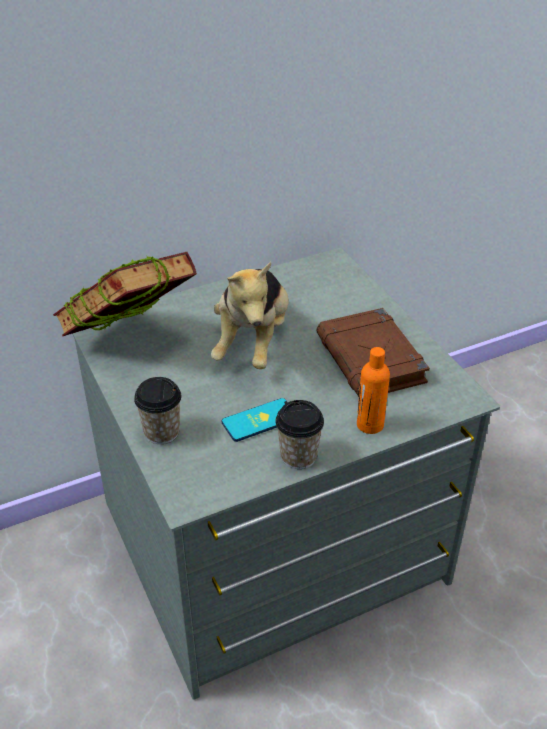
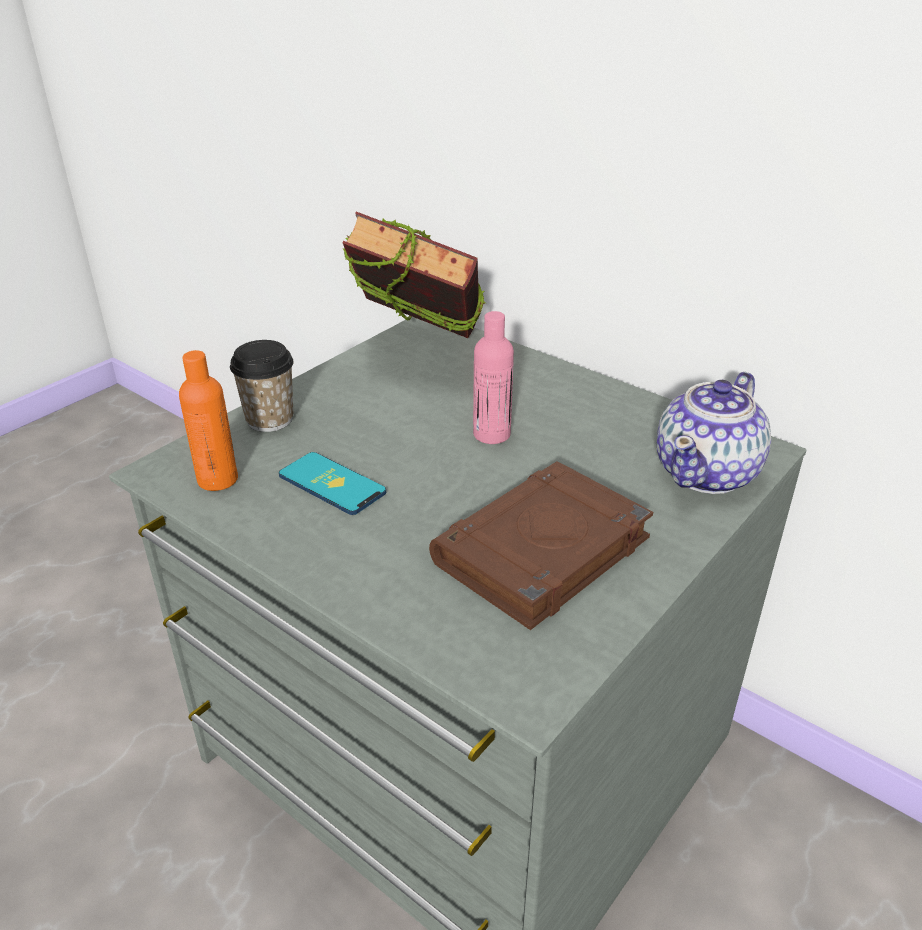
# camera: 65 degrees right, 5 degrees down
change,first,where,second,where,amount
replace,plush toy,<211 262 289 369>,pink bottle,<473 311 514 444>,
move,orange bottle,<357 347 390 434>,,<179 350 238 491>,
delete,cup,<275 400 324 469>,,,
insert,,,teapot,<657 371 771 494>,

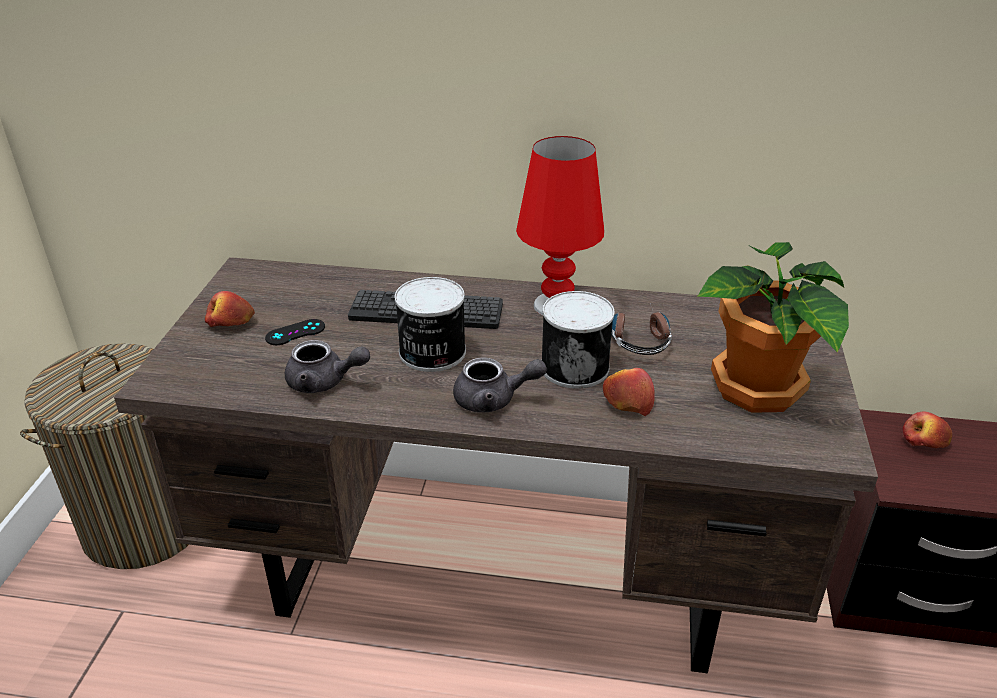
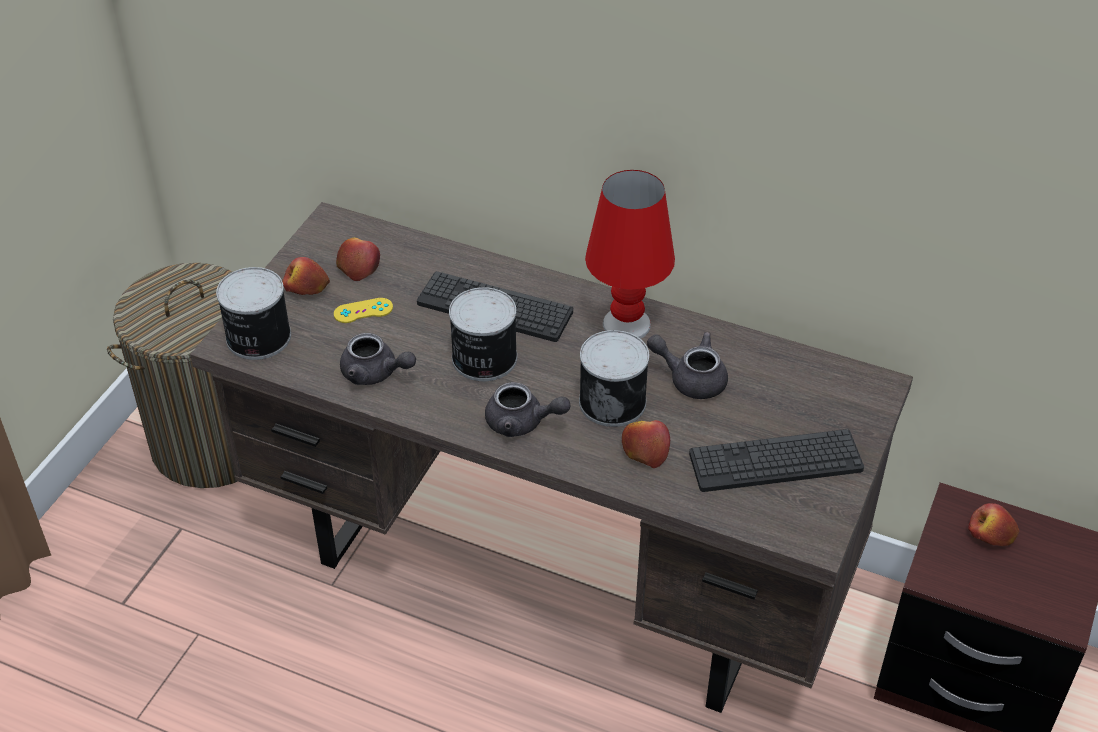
# camera: 15 degrees right, 10 degrees up
change,first,where,second,where,amount
replace,potted plant,<697 242 849 413>,keyboard,<689 429 864 492>,
replace,headphones,<611 304 672 355>,grey teapot,<647 332 728 399>,
recolor,black game controller,<265 319 325 345>,yellow game controller,<334 298 393 323>,
insert,,,apple,<336 238 380 281>,
insert,,,can,<216 267 291 360>,

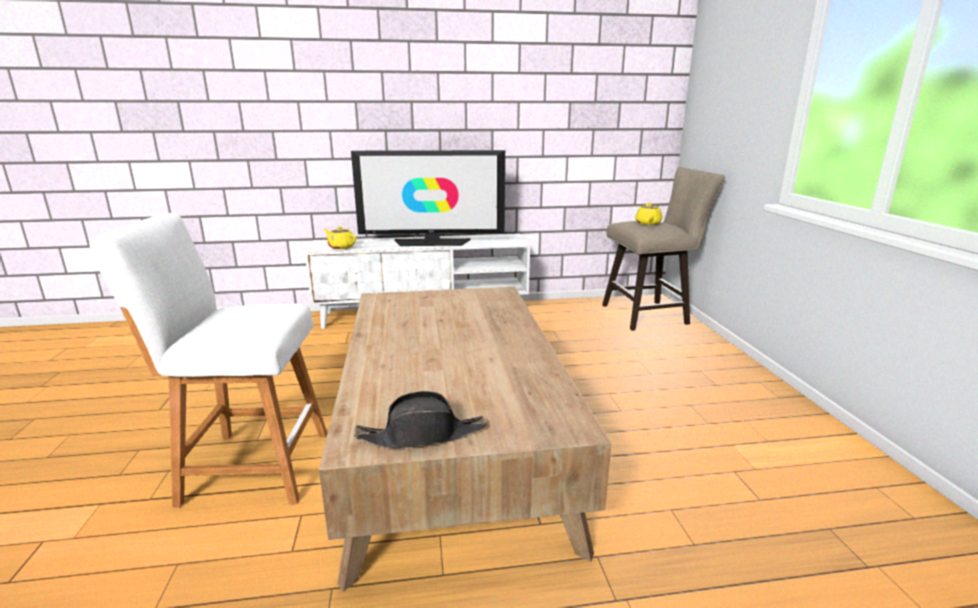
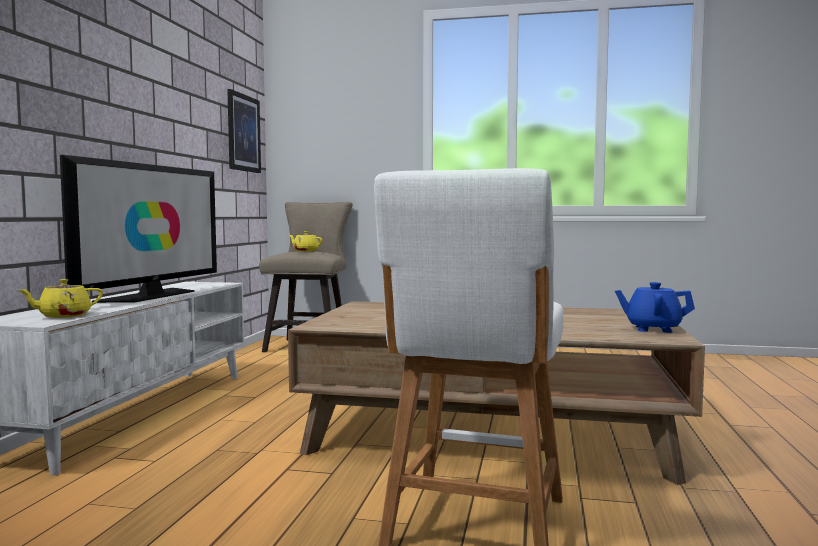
# camera: 70 degrees left, 15 degrees down
change,first,where,second,where,amount
replace,black hat,<354 391 487 449>,blue teapot,<615 282 695 333>,
insert,,,picture,<227 89 261 173>,

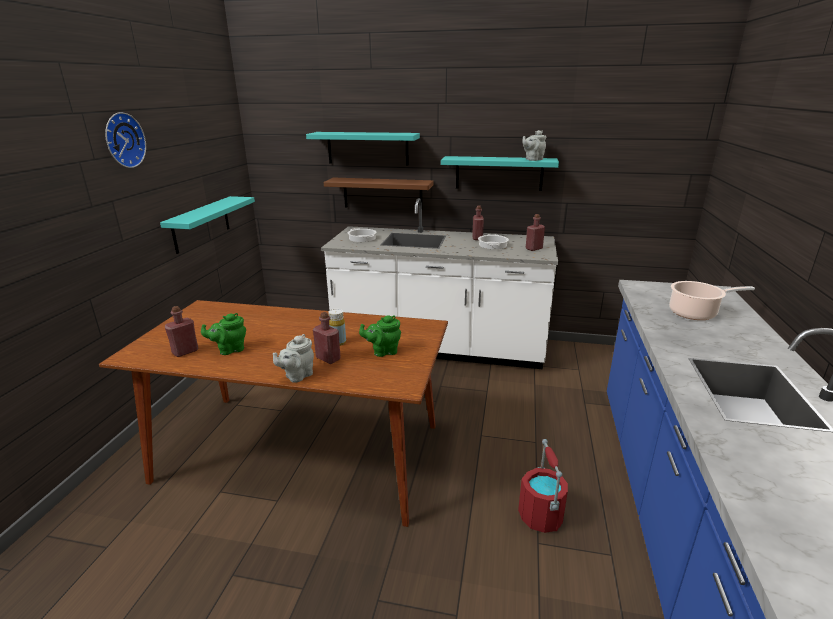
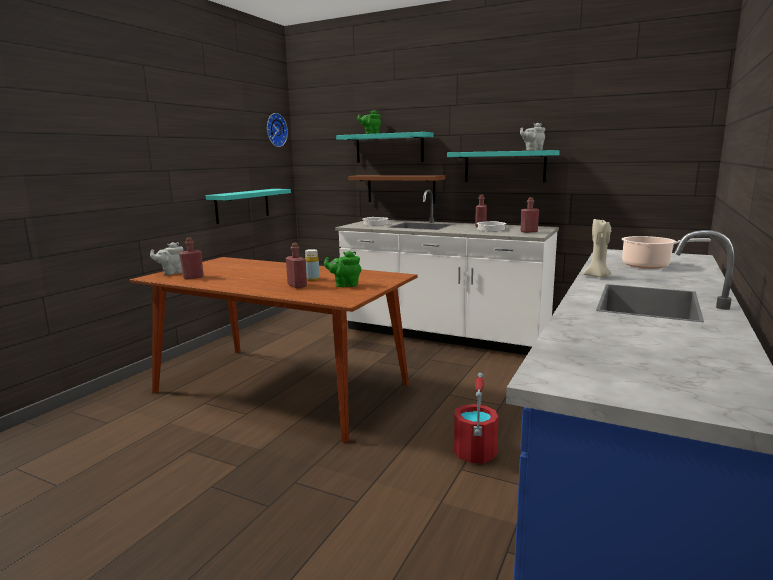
# camera: 15 degrees right, 10 degrees down
change,first,where,second,where,amount
move,wall clock,<105 112 146 168>,,<267 113 288 147>,
move,green teapot,<201 313 246 355>,,<357 110 381 134>,
move,grey teapot,<273 334 314 382>,,<150 242 183 275>,
insert,,,beige candle,<583 219 612 278>,

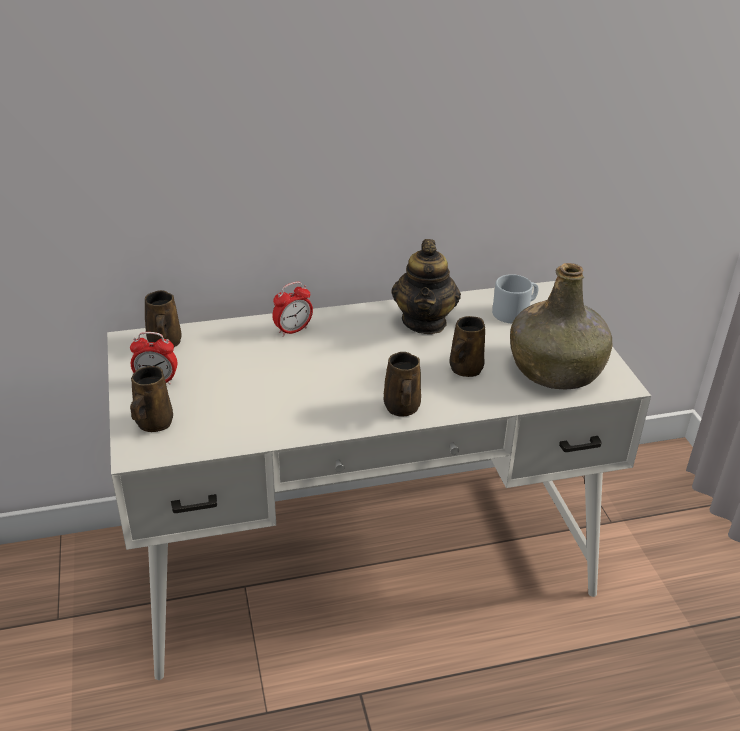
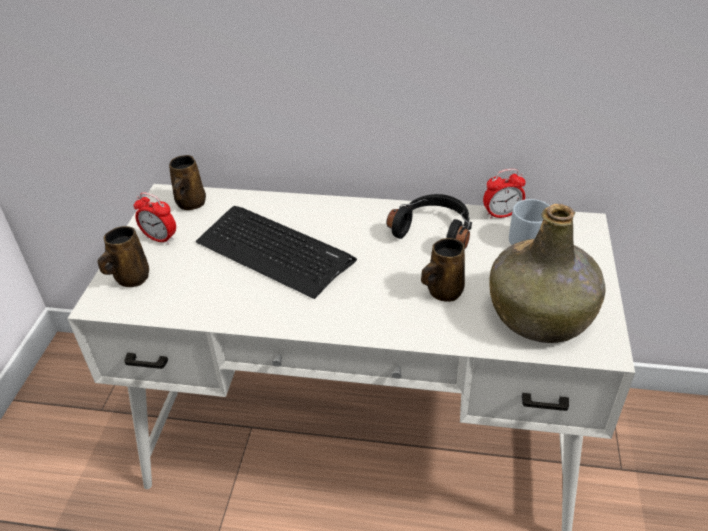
# camera: 25 degrees right, 5 degrees up
change,first,where,second,where,amount
replace,teapot,<391 239 461 334>,black headphones,<386 194 472 249>,
move,alarm clock,<272 282 313 337>,,<483 169 526 219>,
delete,brown mug,<384 352 421 416>,,,
insert,,,keyboard,<196 206 357 299>,

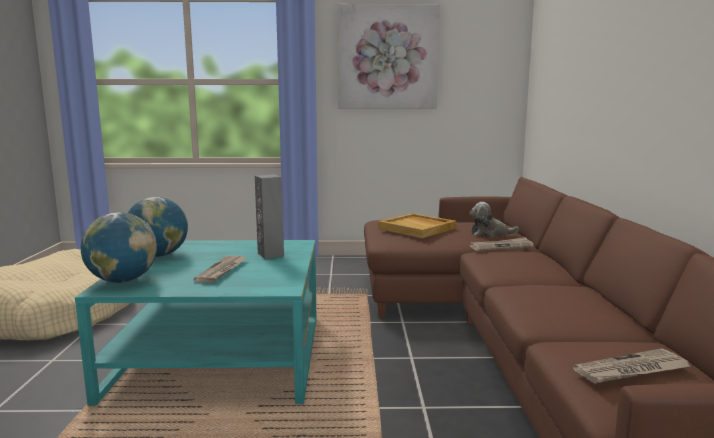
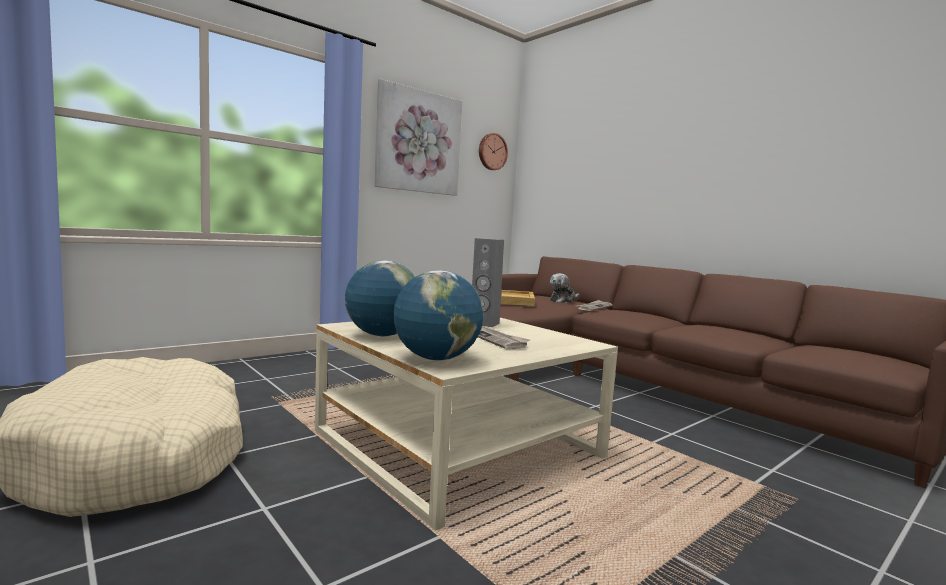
# camera: 40 degrees left, 5 degrees down
change,first,where,second,where,amount
recolor,turquoise coffee table,<75 240 317 406>,beige coffee table,<315 318 618 531>,
delete,newspaper,<573 348 691 384>,,,
insert,,,wall clock,<479 133 508 170>,

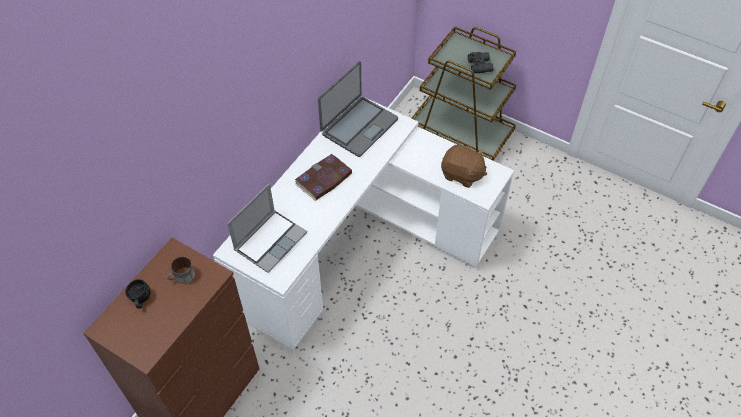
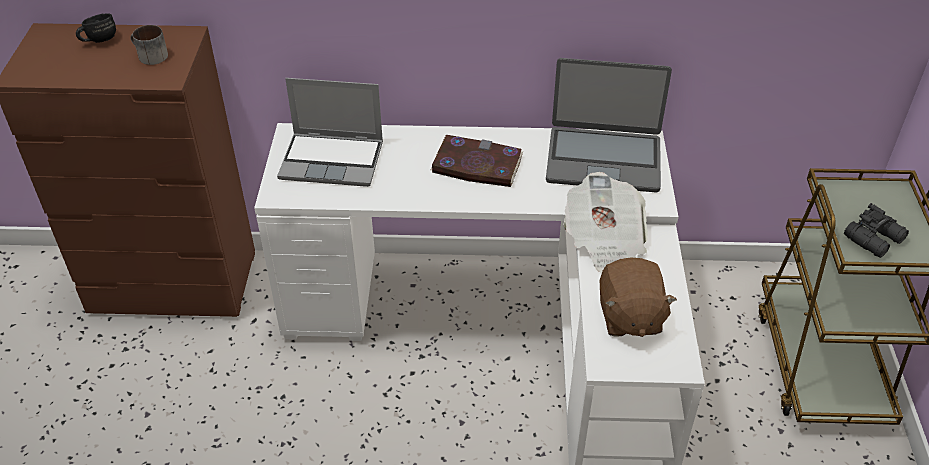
# camera: 60 degrees right, 10 degrees down
change,first,where,second,where,amount
insert,,,newspaper,<563 172 648 273>,

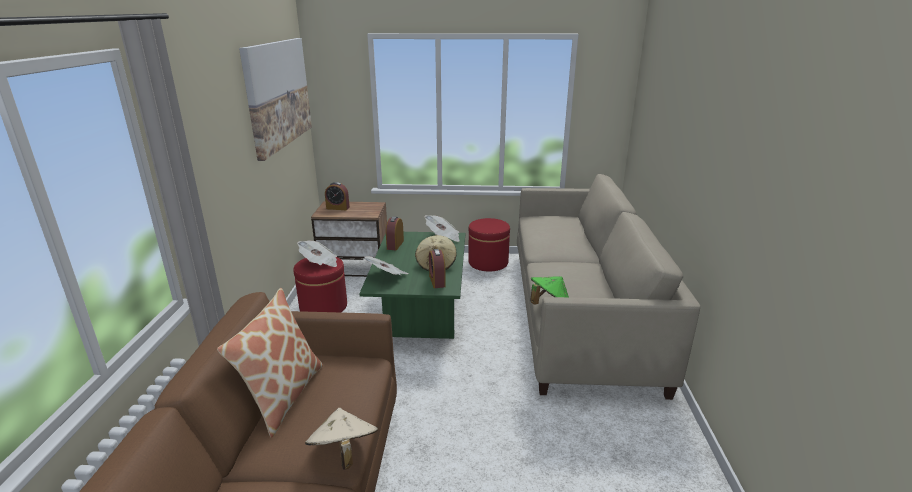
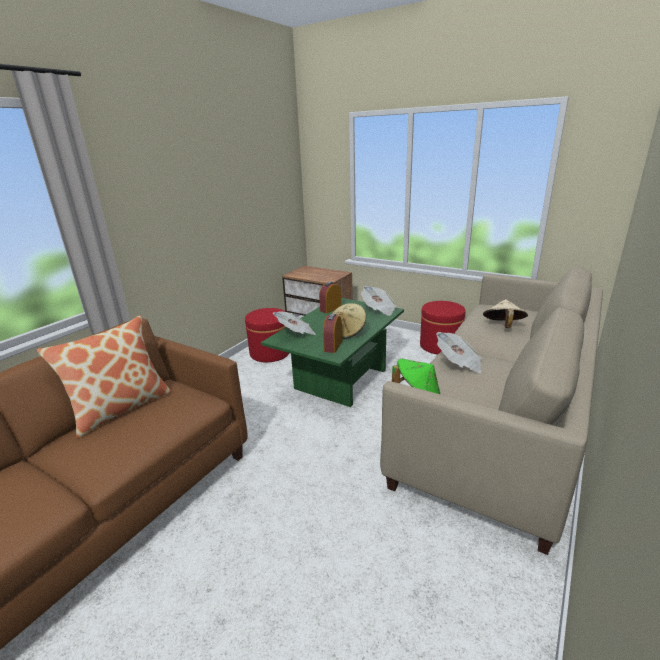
# camera: 30 degrees right, 0 degrees up
change,first,where,second,where,amount
delete,picture,<239 38 312 161>,,,
delete,alarm clock,<325 182 350 210>,,,
move,newspaper,<297 241 337 267>,,<436 332 482 373>,
move,beige hat,<305 408 378 470>,,<483 299 528 328>,

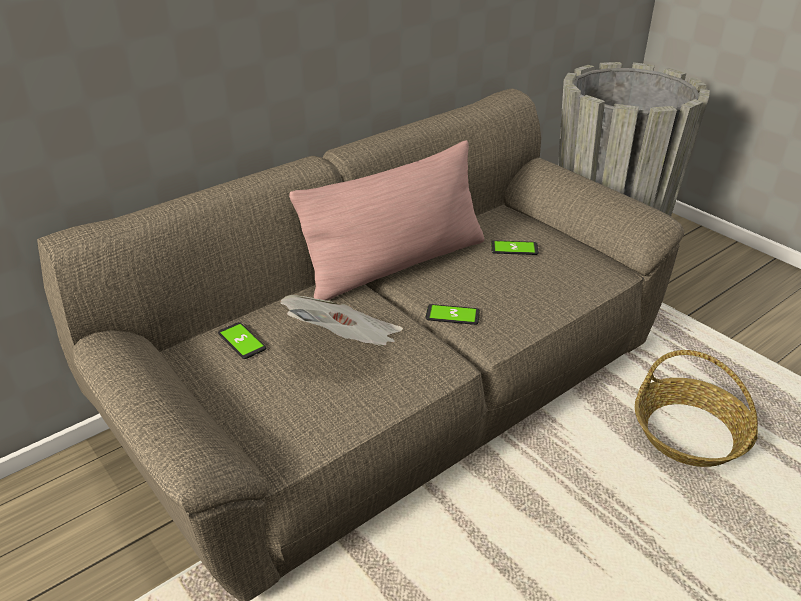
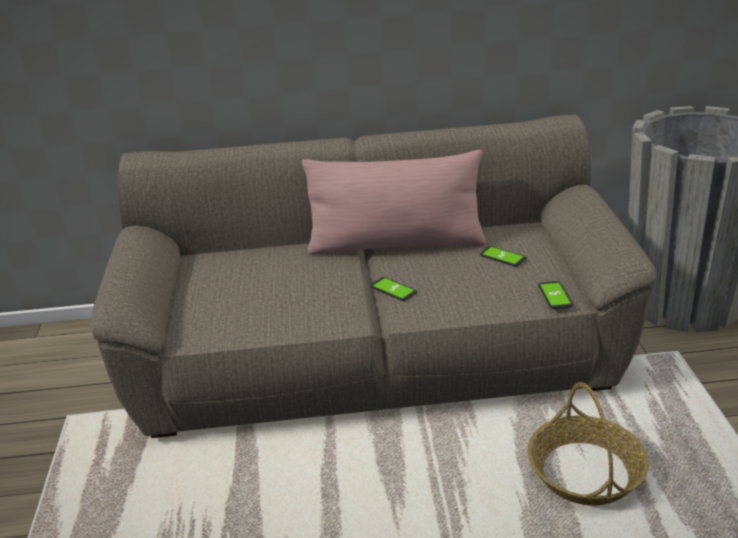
# camera: 35 degrees right, 5 degrees down
change,first,where,second,where,amount
delete,newspaper,<280 295 403 346>,,,
move,phone,<218 322 266 359>,,<538 281 573 309>,

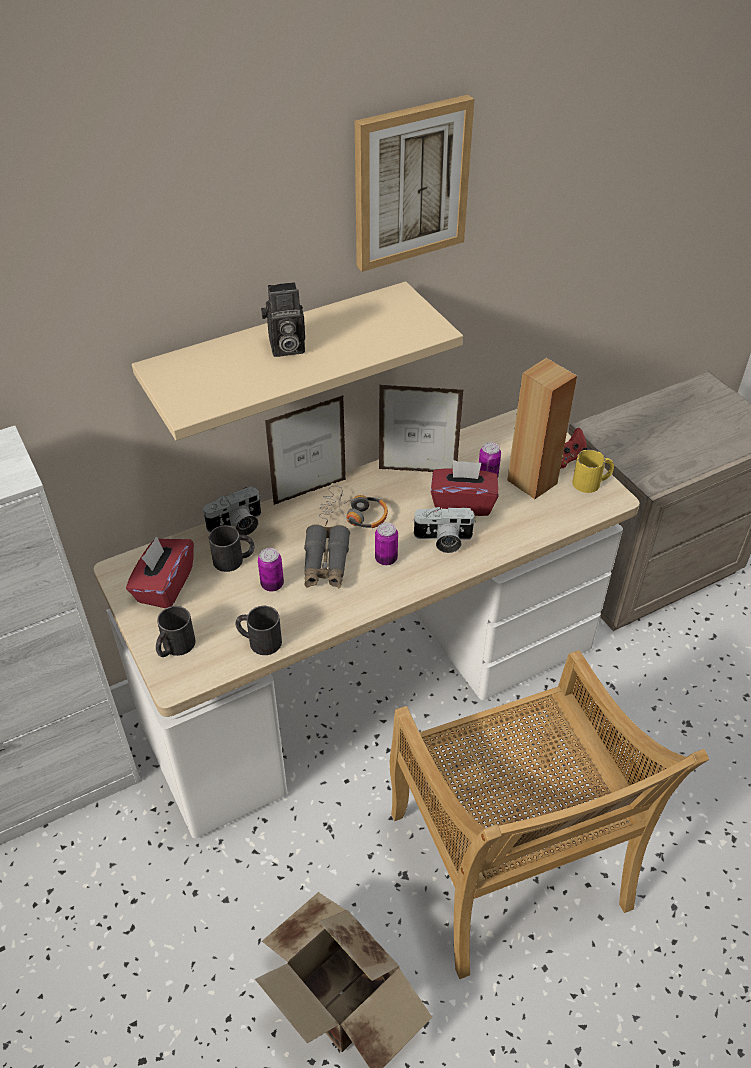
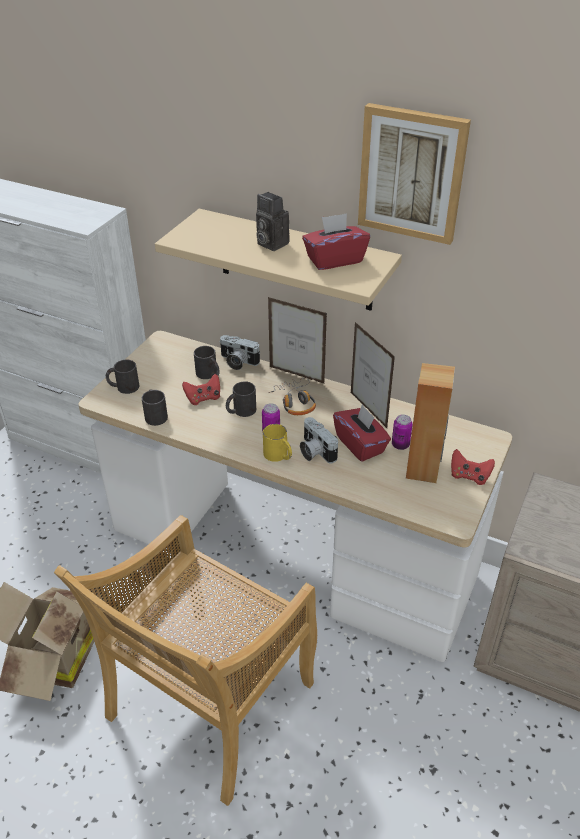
# camera: 55 degrees right, 5 degrees down
change,first,where,second,where,amount
move,yellow mug,<572 449 614 493>,,<263 424 292 462>,
replace,grey binoculars,<304 524 350 588>,black mug,<226 381 256 417>,
move,red tissue box,<126 536 194 608>,,<302 213 370 270>,
replace,can,<258 548 284 591>,red game controller,<182 374 220 405>,

